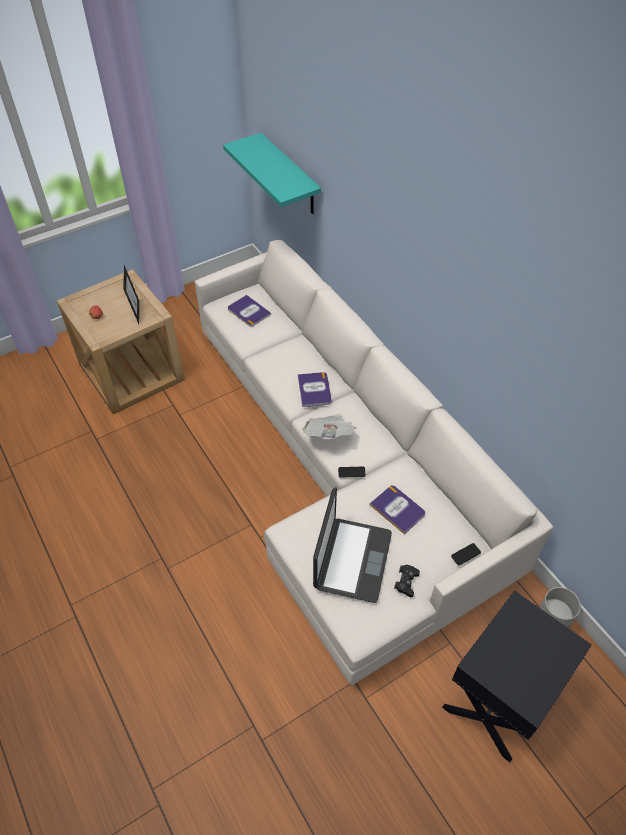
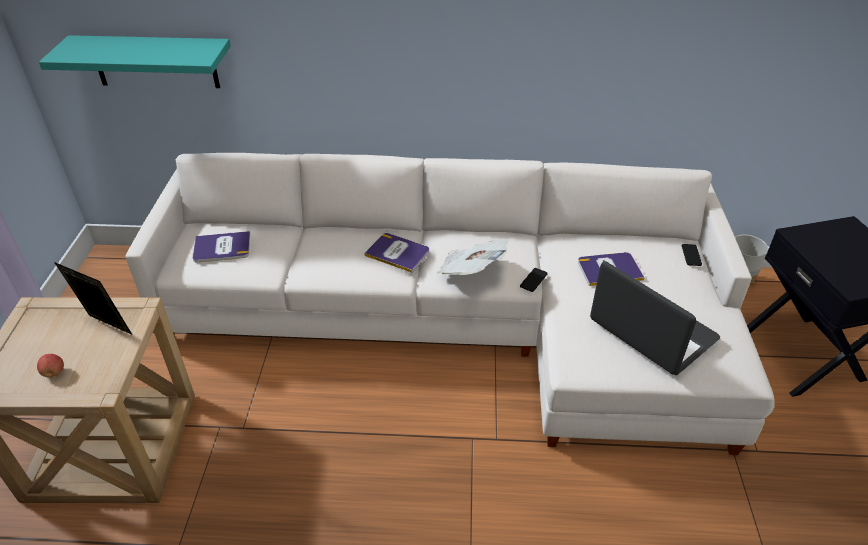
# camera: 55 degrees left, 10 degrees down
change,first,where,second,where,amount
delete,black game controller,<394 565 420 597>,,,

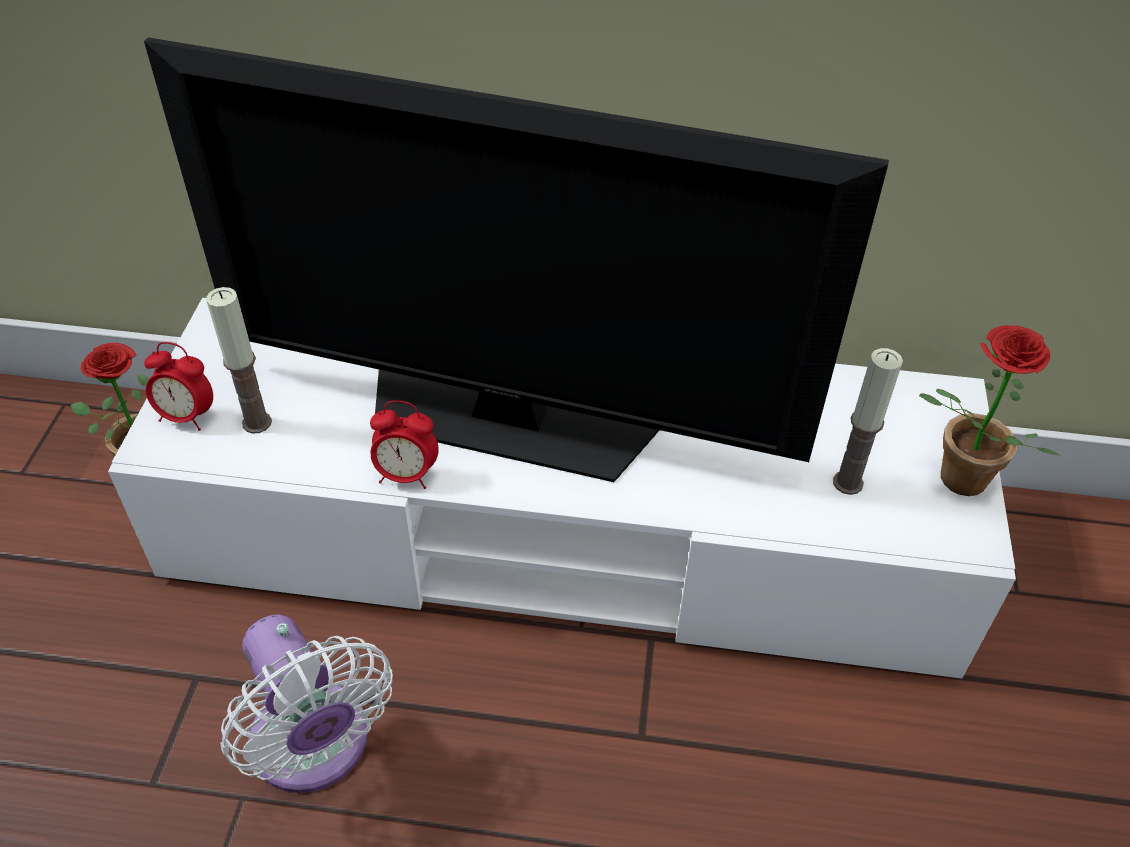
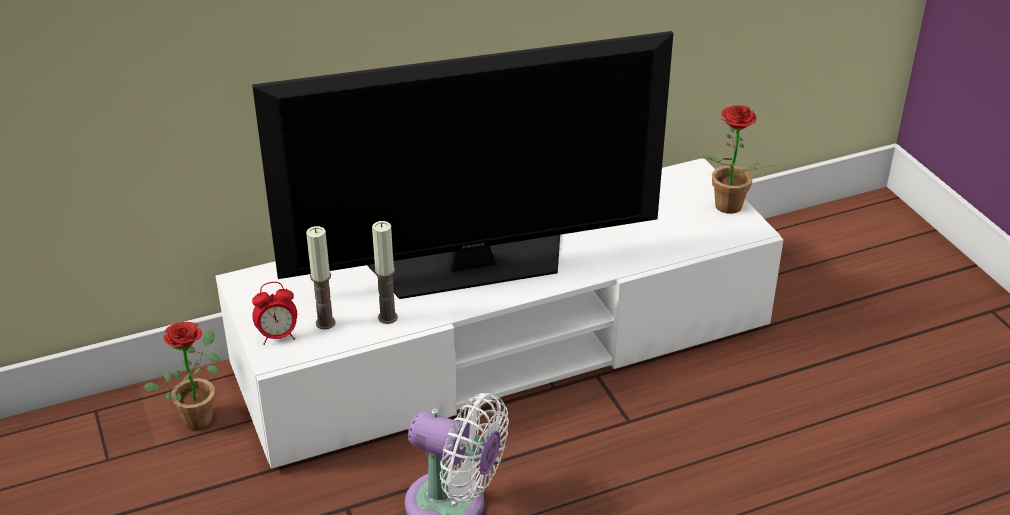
# camera: 30 degrees left, 10 degrees down
change,first,where,second,where,amount
move,candle,<833 348 903 495>,,<372 221 398 324>,
delete,alarm clock,<370 400 439 489>,,,

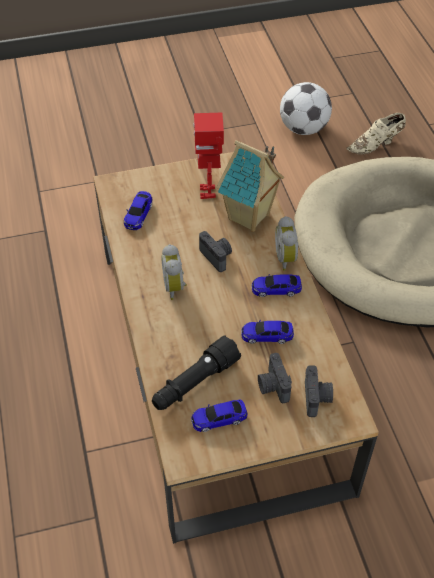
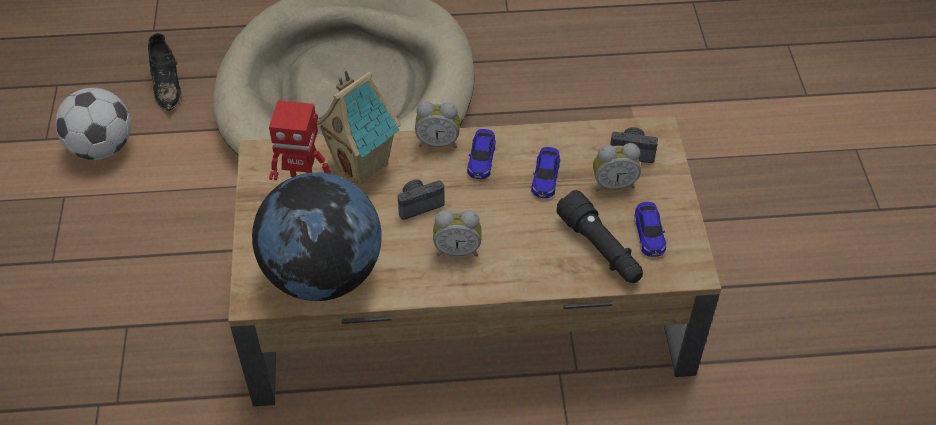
# camera: 80 degrees left, 0 degrees up
change,first,where,second,where,amount
recolor,beige shoe,<346 113 406 154>,black shoe,<148 33 181 111>,
replace,toy car,<124 191 152 230>,globe,<252 172 382 301>,
replace,photo camera,<258 353 292 403>,alarm clock,<593 143 641 191>,

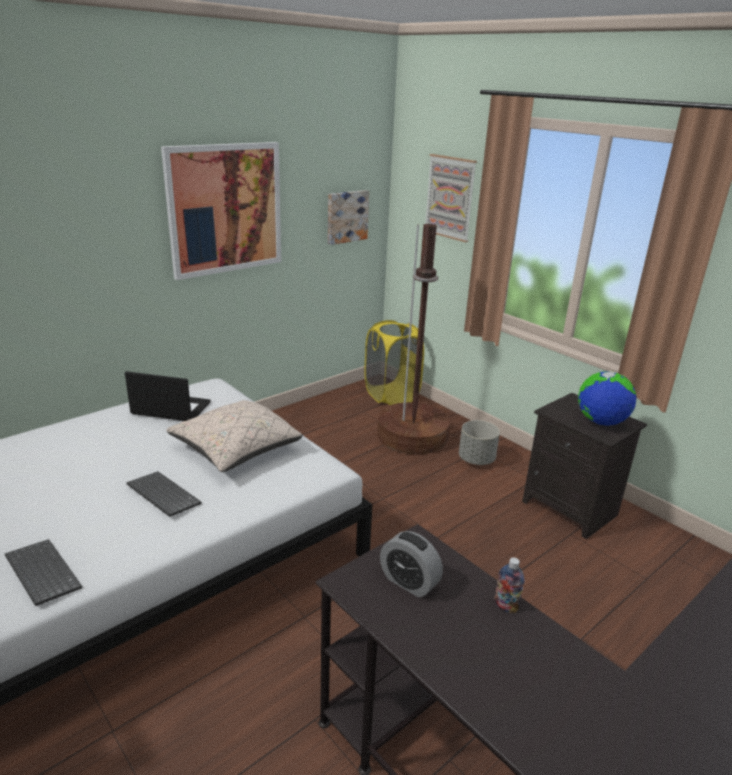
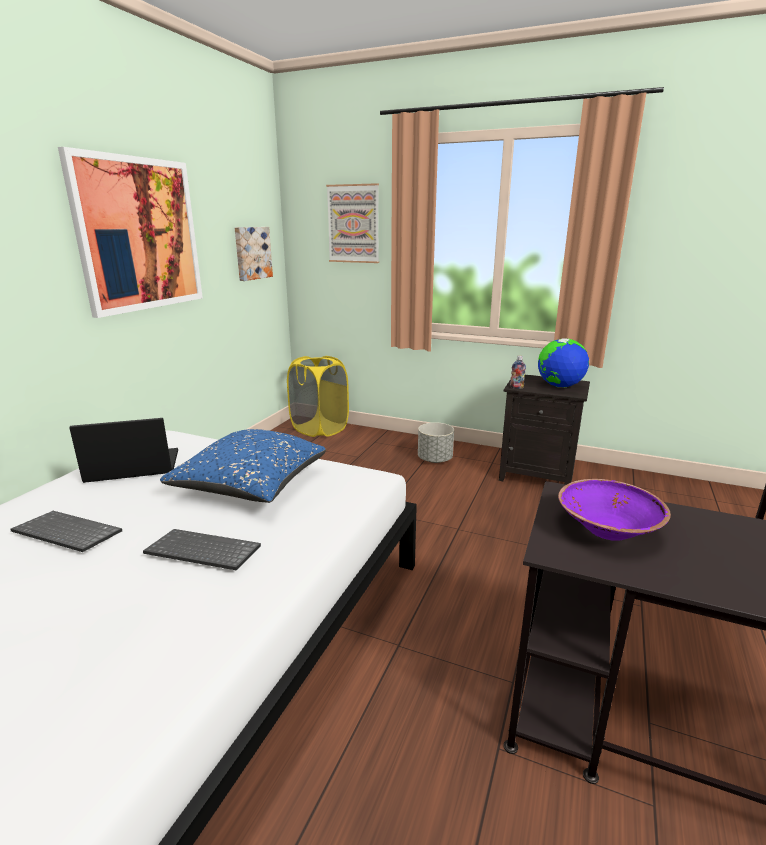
# camera: 25 degrees left, 5 degrees down
change,first,where,second,where,amount
delete,brown floor lamp,<377 224 450 455>,,,
recolor,beige pillow,<166 400 302 472>,blue pillow,<160 429 326 503>,
replace,alarm clock,<380 531 443 598>,purple bowl,<558 479 671 541>,
move,keyboard,<5 539 82 606>,,<11 511 122 552>,
move,bottle,<494 557 525 613>,,<510 355 526 389>,

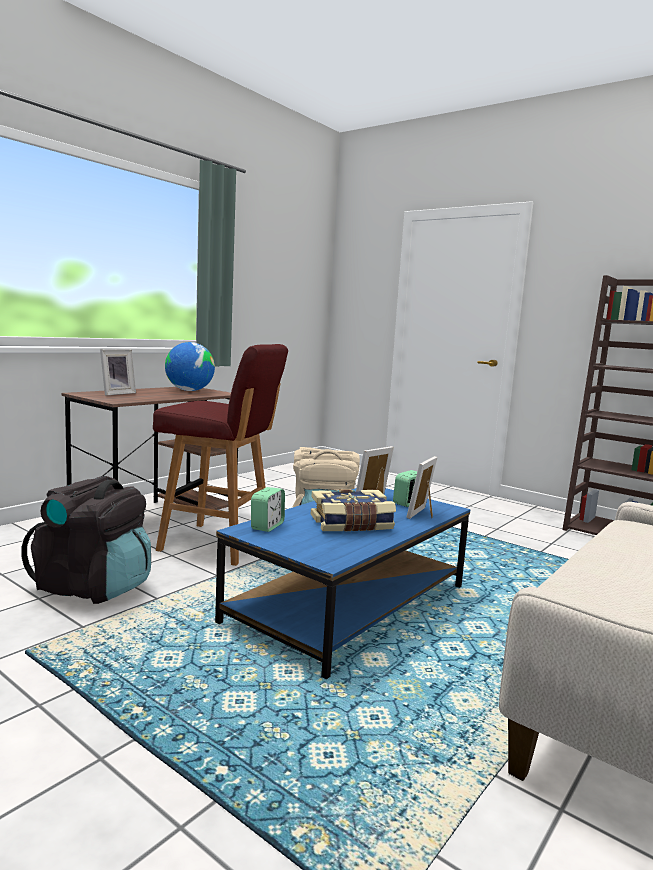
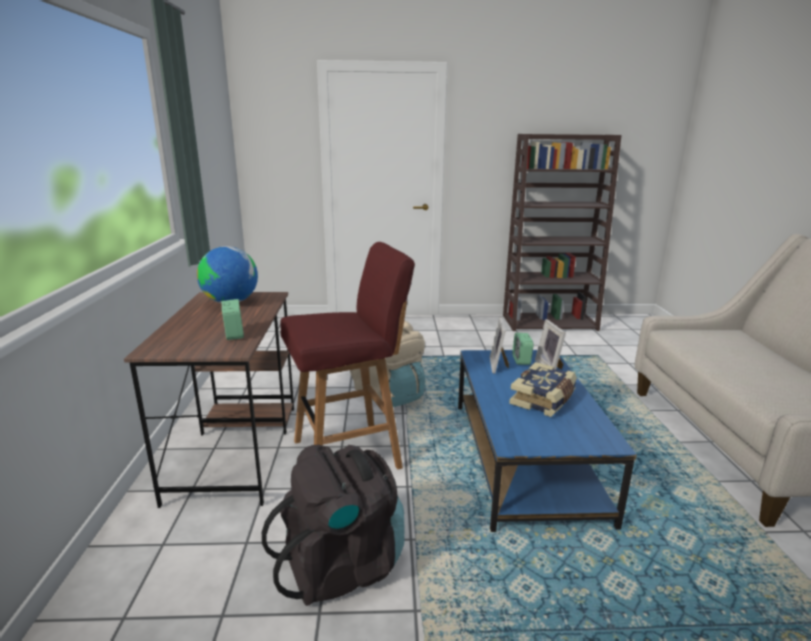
# camera: 40 degrees left, 10 degrees up
change,first,where,second,where,amount
delete,picture frame,<100 349 136 396>,,,
move,alarm clock,<251 487 285 532>,,<222 299 244 340>,

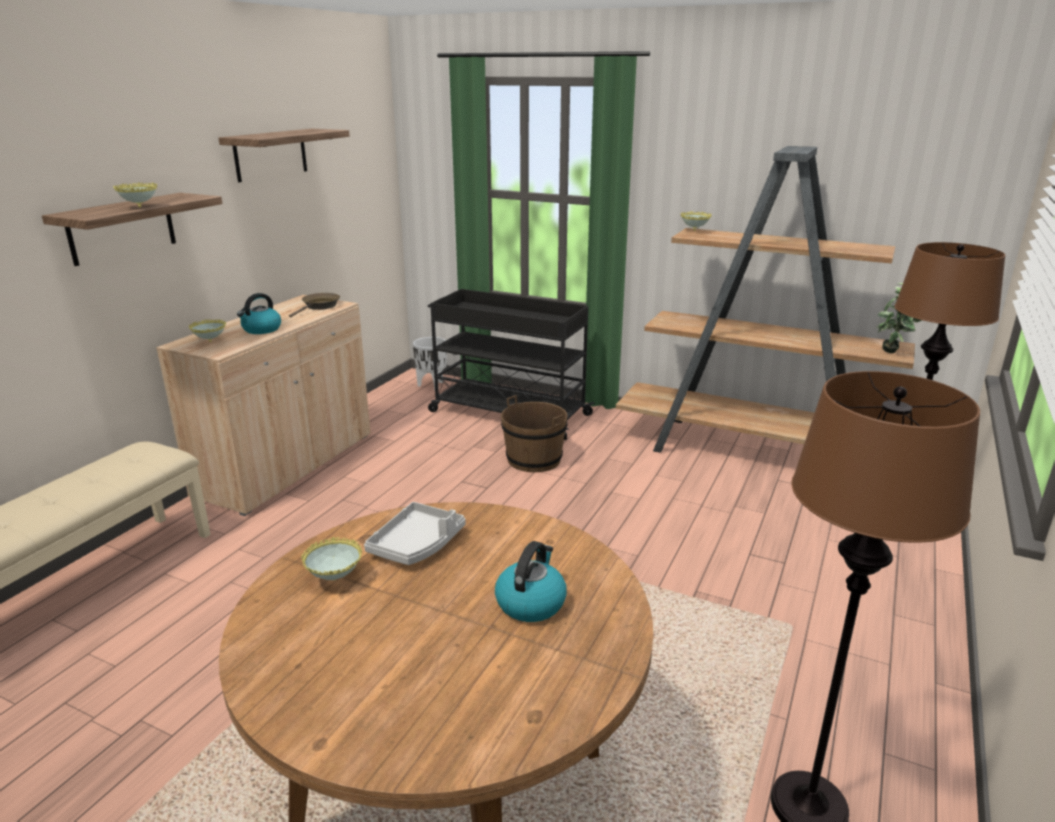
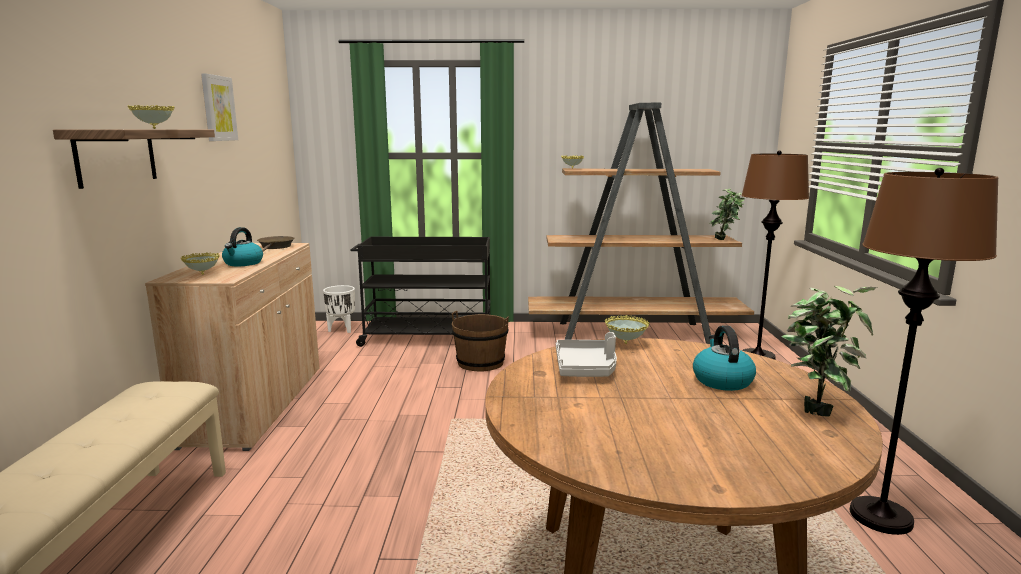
# camera: 25 degrees left, 10 degrees down
change,first,where,second,where,amount
replace,shelf,<219 129 350 182>,picture,<201 73 238 141>,
move,bowl,<301 537 362 581>,,<605 315 650 344>,
insert,,,potted plant,<782 286 878 417>,

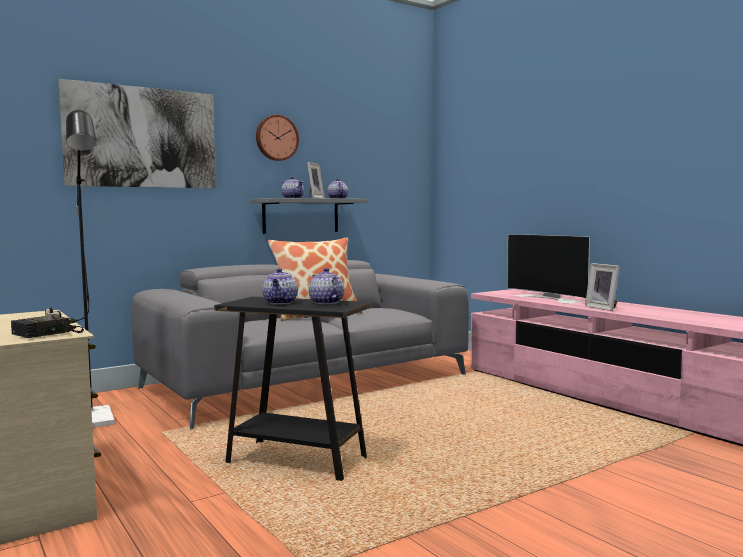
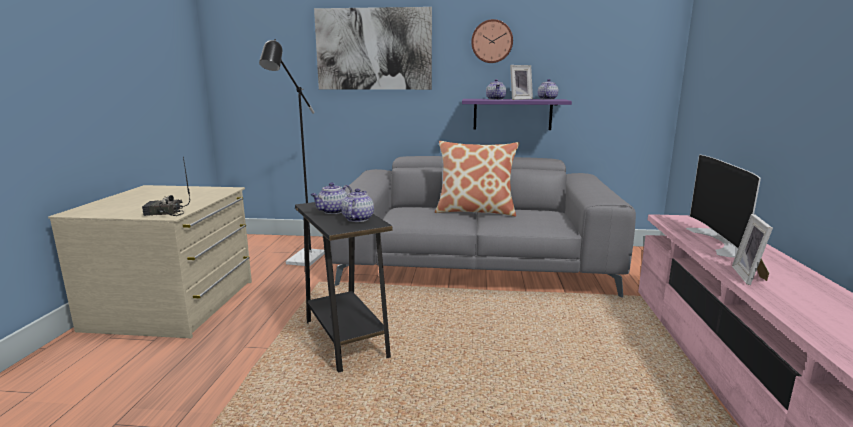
# camera: 40 degrees right, 10 degrees up
change,first,where,second,where,amount
recolor,grey shelf,<250 198 368 234>,purple shelf,<462 99 572 130>,

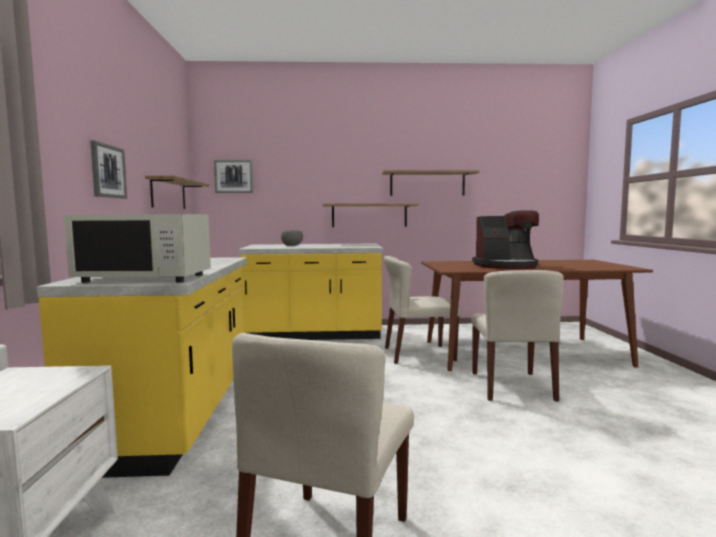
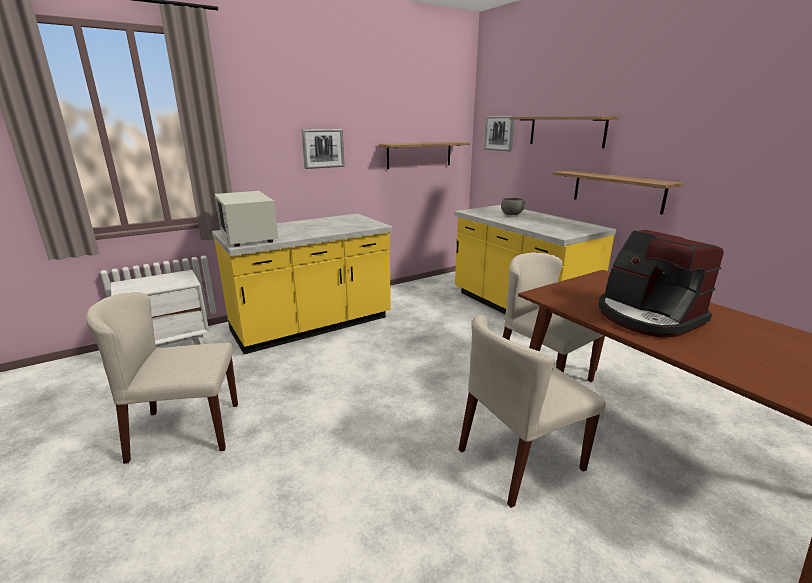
# camera: 60 degrees right, 15 degrees up
change,first,where,second,where,amount
move,shelf,<382 170 480 196>,,<509 116 620 148>,

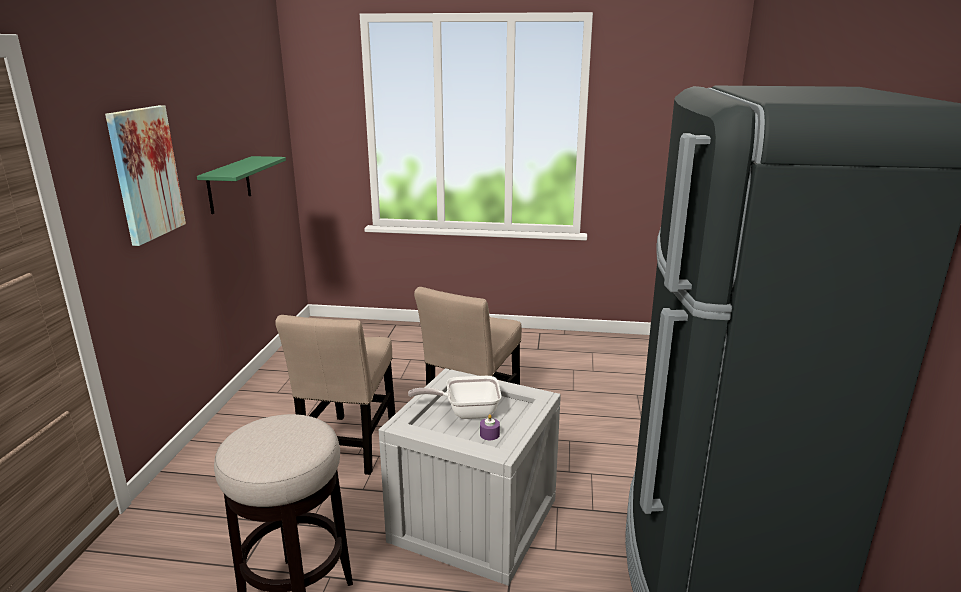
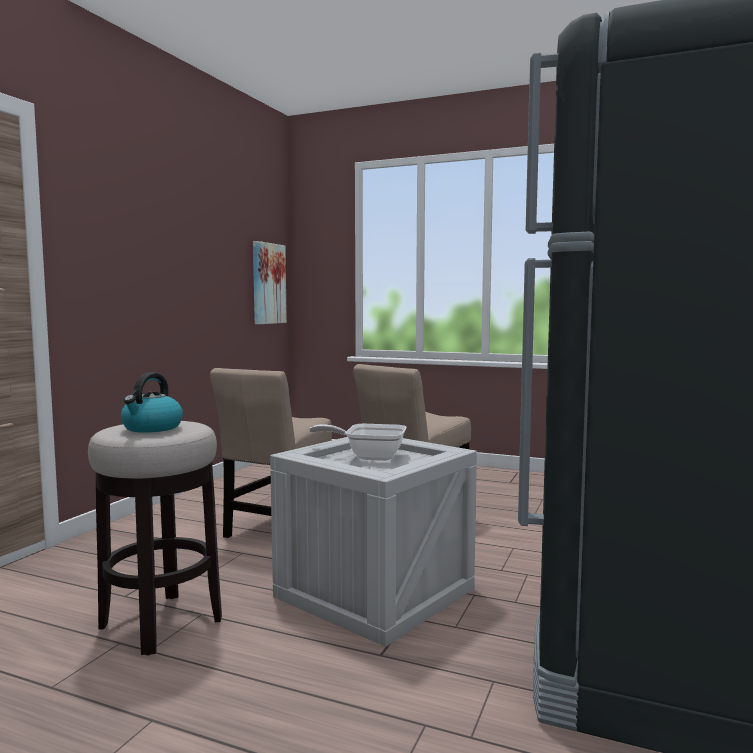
# camera: 15 degrees right, 15 degrees down
change,first,where,second,where,amount
move,picture,<105 105 186 246>,,<253 241 287 324>,
delete,green shelf,<197 156 286 214>,,,
delete,purple candle,<480 414 500 440>,,,
insert,,,kettle,<121 372 183 433>,

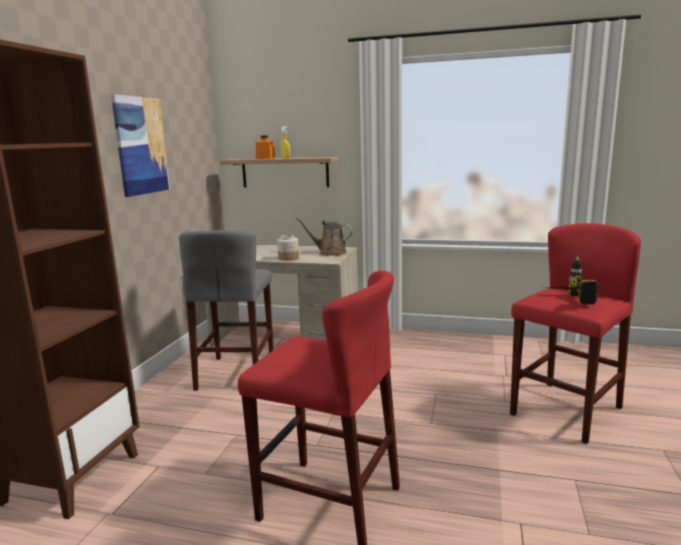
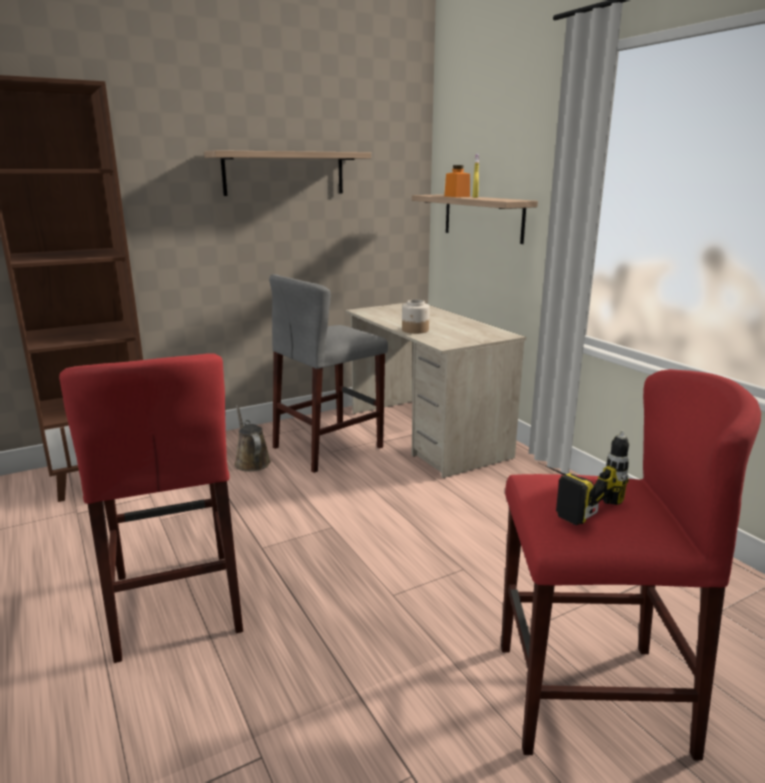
# camera: 45 degrees right, 5 degrees up
change,first,where,second,where,amount
replace,picture,<111 94 170 197>,shelf,<204 150 371 196>,
move,brown watering can,<296 218 353 256>,,<234 404 271 472>,

